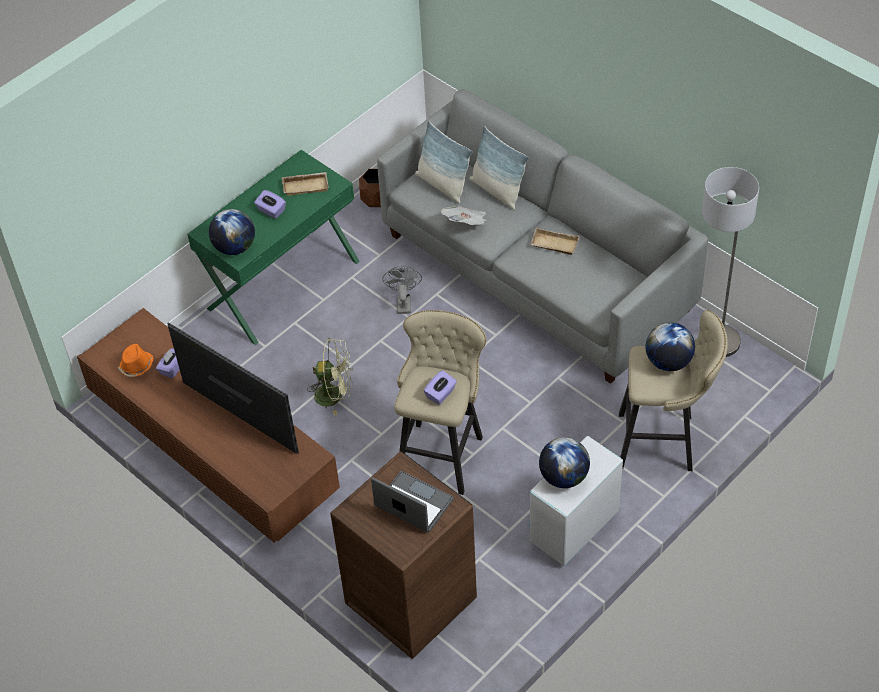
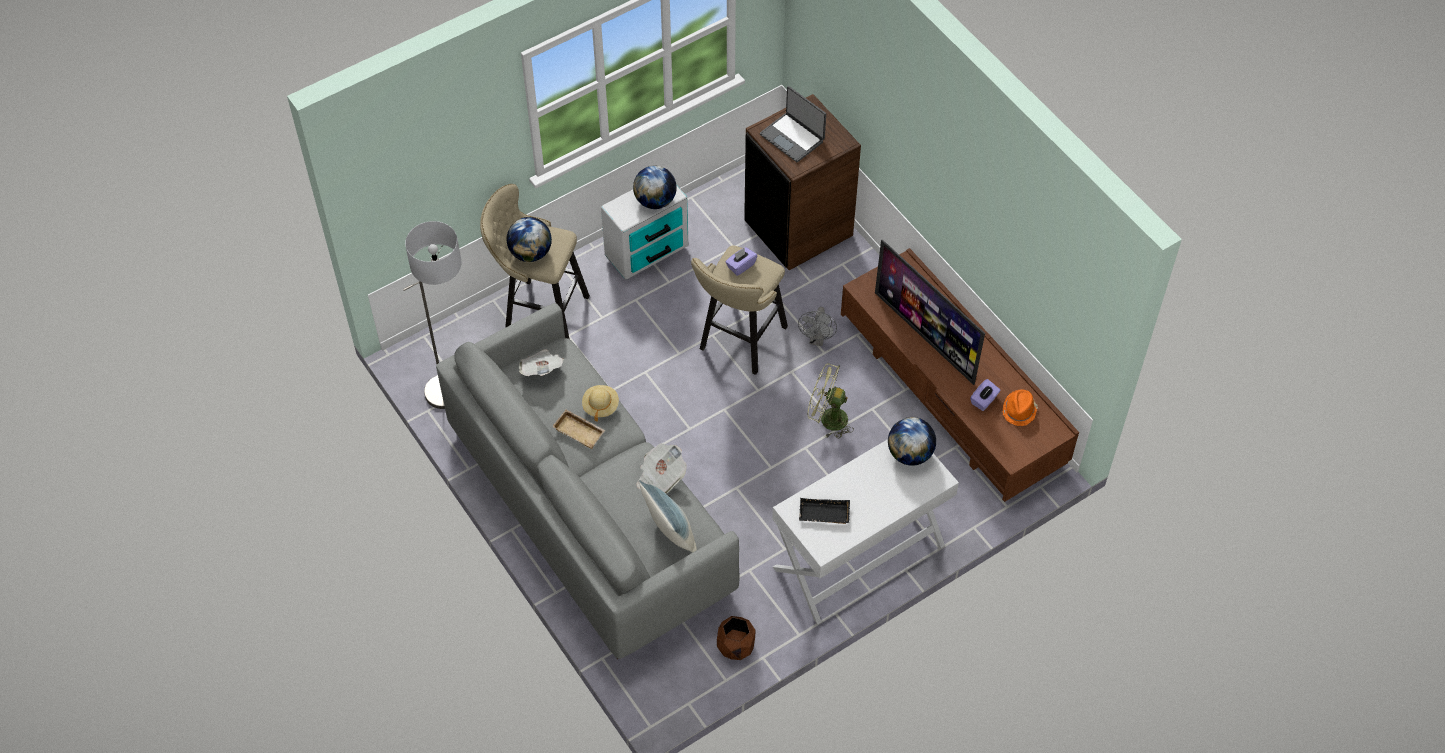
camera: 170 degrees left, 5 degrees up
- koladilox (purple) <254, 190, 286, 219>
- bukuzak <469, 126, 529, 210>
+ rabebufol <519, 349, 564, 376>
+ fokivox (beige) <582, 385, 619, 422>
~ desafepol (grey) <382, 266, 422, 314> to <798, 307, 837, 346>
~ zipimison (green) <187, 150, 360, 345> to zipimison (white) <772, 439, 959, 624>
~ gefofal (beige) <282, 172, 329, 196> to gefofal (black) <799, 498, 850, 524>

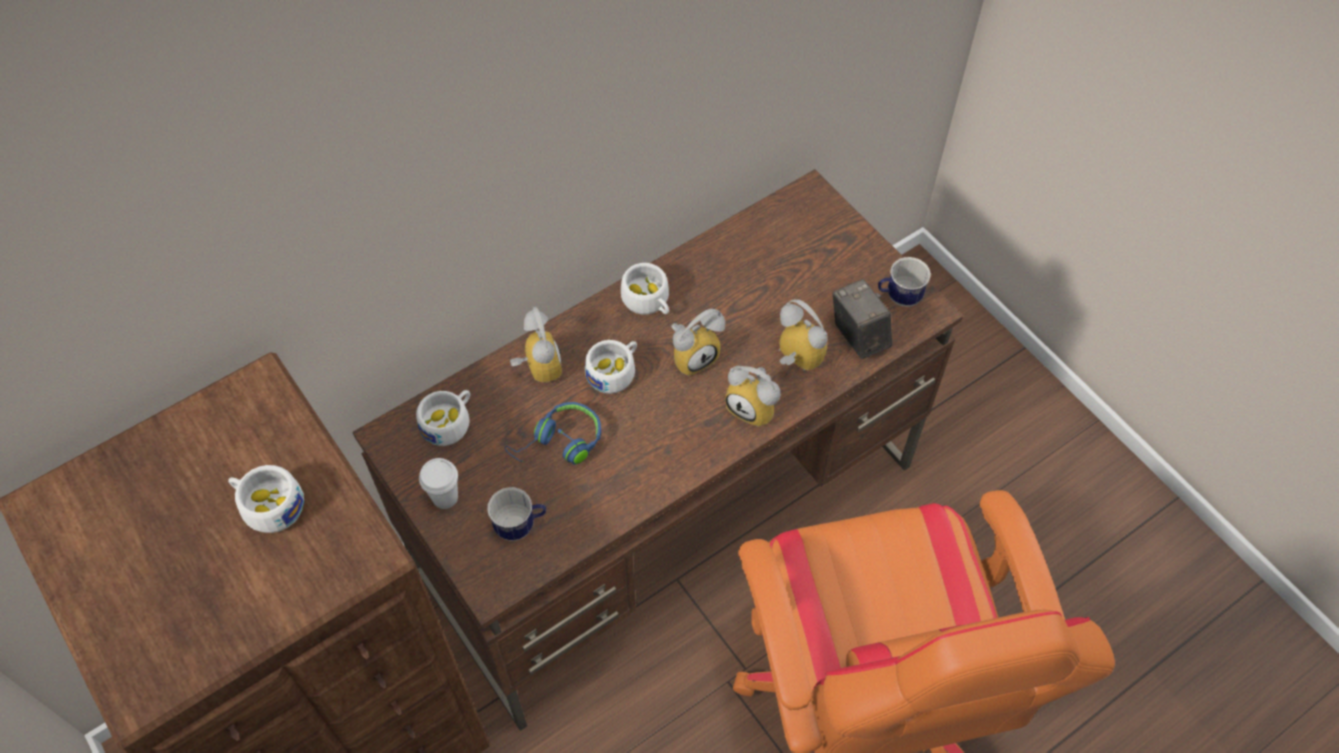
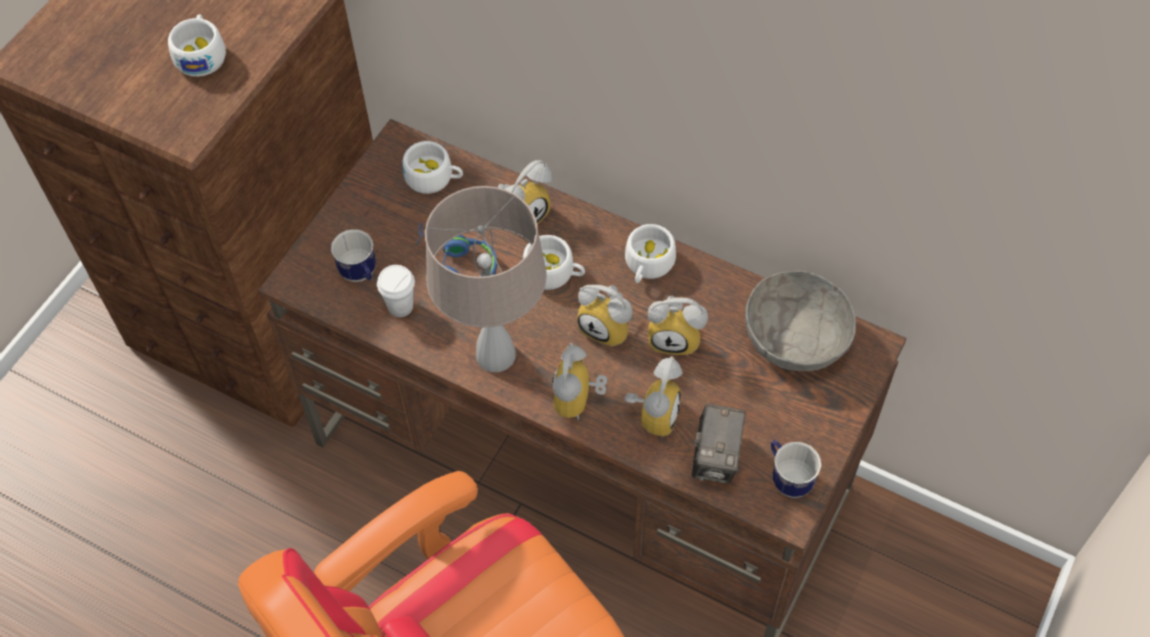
camera: 65 degrees right, 0 degrees up
+ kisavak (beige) <425, 186, 547, 372>
+ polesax <648, 296, 708, 355>
+ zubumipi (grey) <745, 271, 856, 371>
~ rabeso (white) <419, 458, 458, 509> to <377, 265, 415, 317>
~ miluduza <833, 279, 892, 359> = <692, 404, 746, 483> 150 degrees clockwise

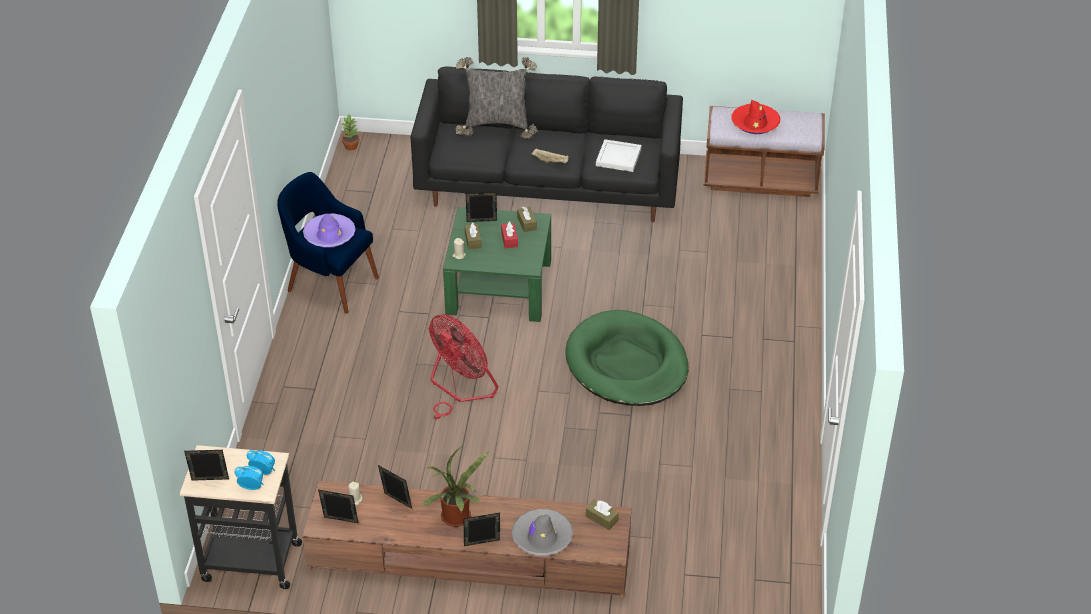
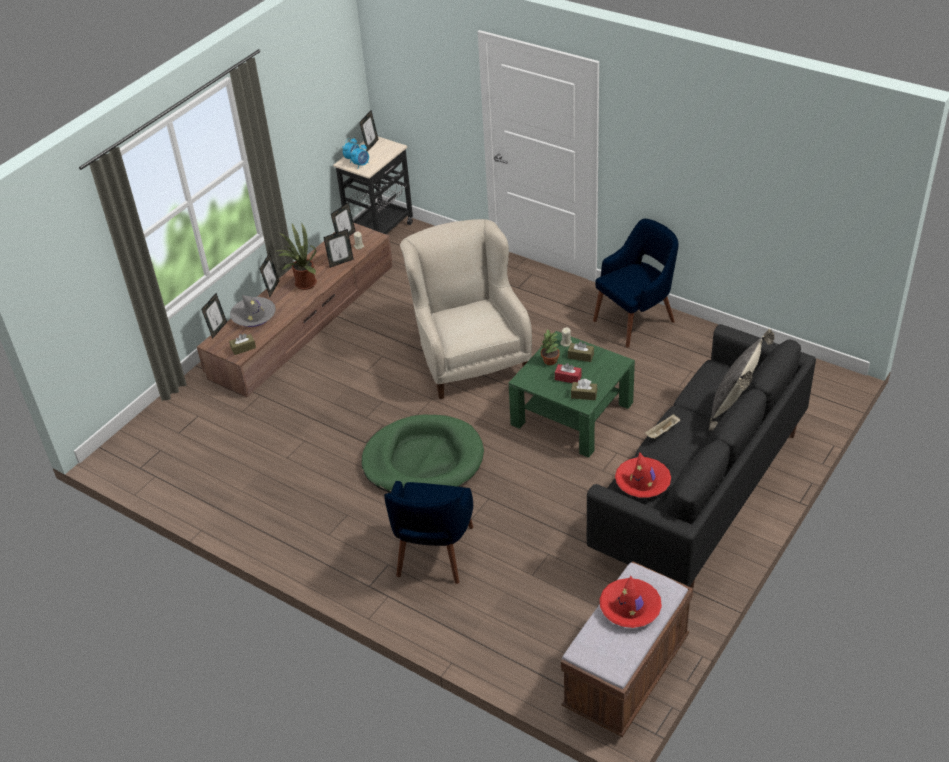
camera: 120 degrees right, 0 degrees up
- fokivox (purple) <303, 214, 355, 248>
+ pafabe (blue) <384, 481, 473, 584>
~ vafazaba <342, 114, 359, 150> to <540, 329, 560, 365>
~ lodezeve <466, 192, 497, 222> to <201, 293, 227, 339>
~ desafepol (red) <428, 314, 498, 420> to pafabe (beige) <400, 219, 532, 399>
~ gefofal (white) <596, 139, 641, 172> to fokivox (red) <615, 452, 671, 498>

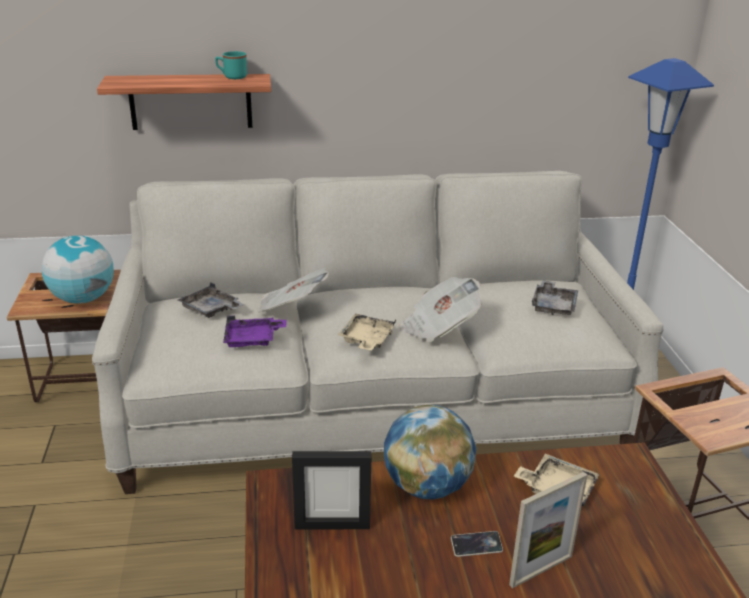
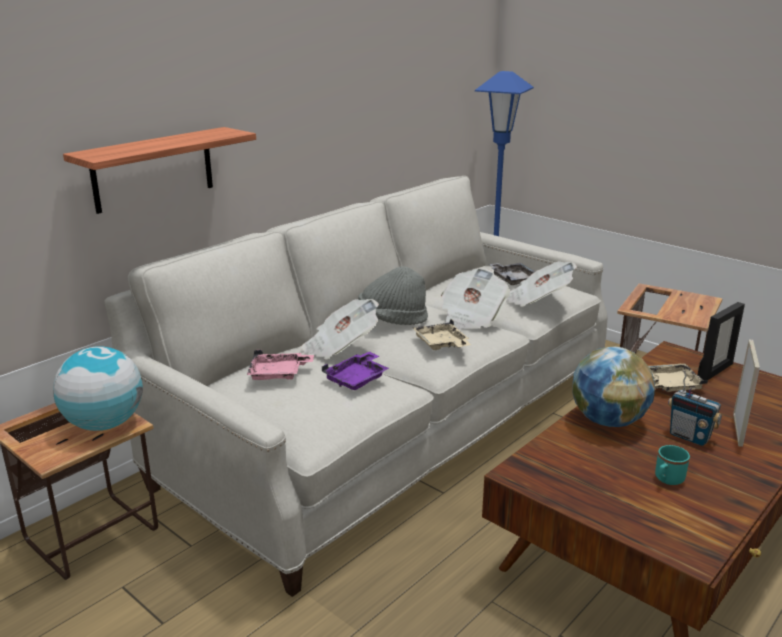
camera: 40 degrees left, 5 degrees down
+ fokivox (grey) <358, 266, 428, 325>
+ rabebufol <506, 261, 577, 307>
~ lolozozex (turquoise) <215, 51, 247, 79> to <655, 445, 690, 485>
~ lodezeve <292, 451, 371, 530> to <698, 302, 745, 380>
~ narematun <451, 531, 503, 557> to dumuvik <668, 370, 722, 446>
~ gefofal (grey) <178, 282, 244, 318> to gefofal (pink) <247, 350, 314, 380>

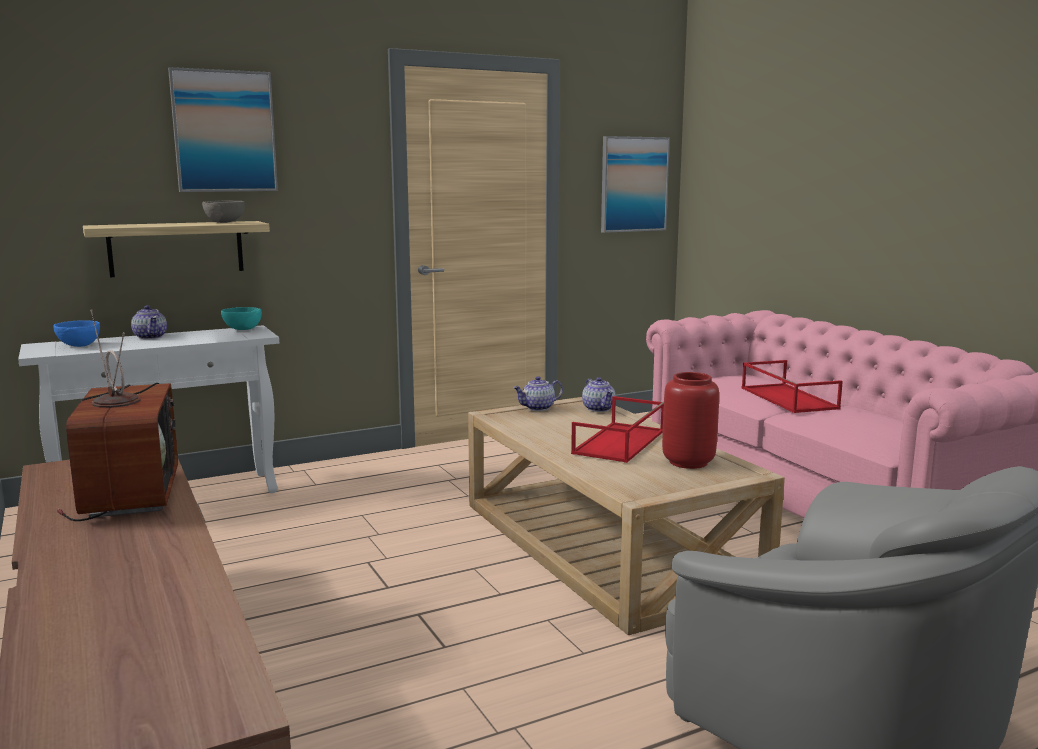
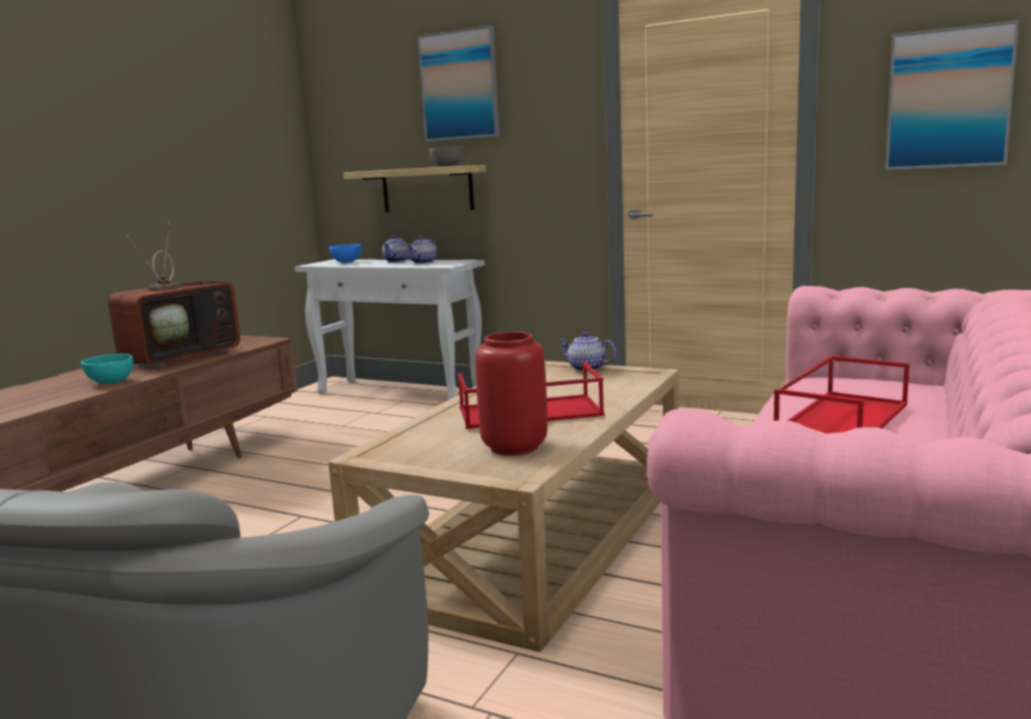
camera: 55 degrees right, 0 degrees up
~ zubumipi (turquoise) <221, 307, 262, 330> to <81, 354, 133, 384>
~ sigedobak <582, 377, 616, 412> to <406, 236, 437, 264>

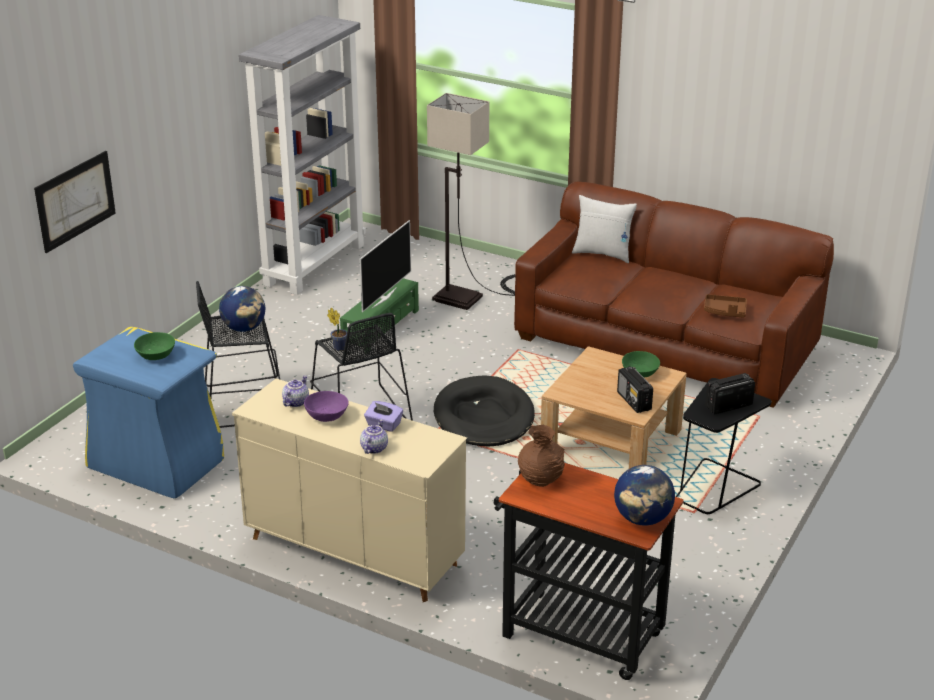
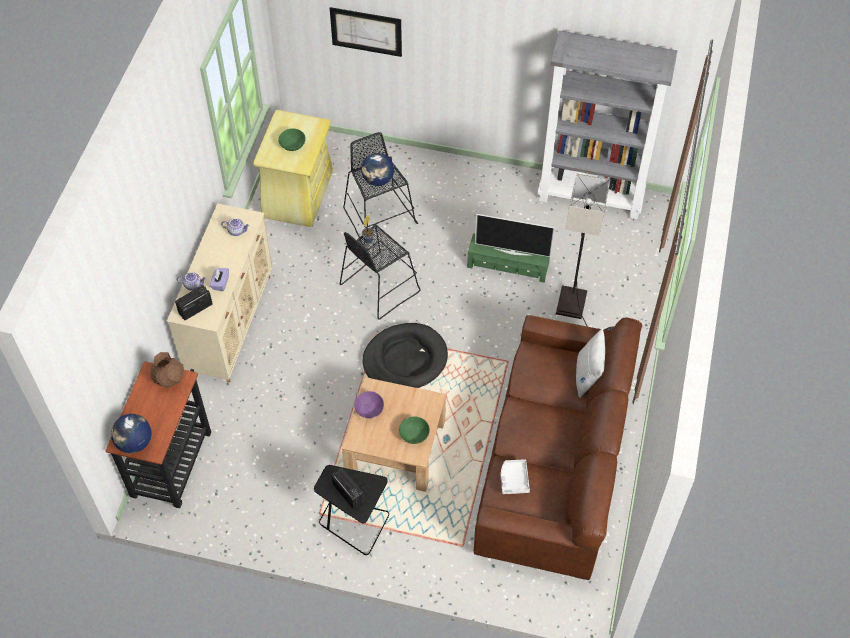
camera: 75 degrees right, 25 degrees up
~ zubumipi (purple) <304, 391, 349, 422> to <354, 391, 384, 418>
~ dumuvik <617, 366, 653, 413> to <175, 285, 213, 320>
~ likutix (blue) <73, 327, 224, 498> to likutix (yellow) <253, 110, 333, 227>
~ gefofal (brown) <704, 294, 747, 318> to gefofal (grey) <501, 459, 530, 494>

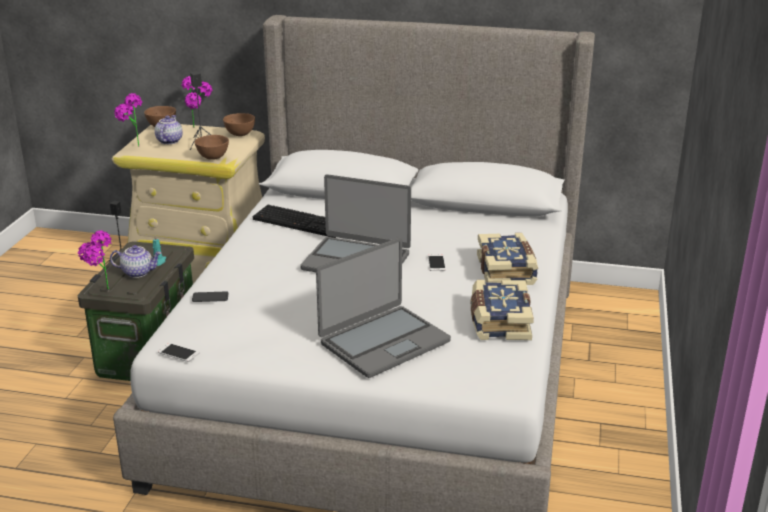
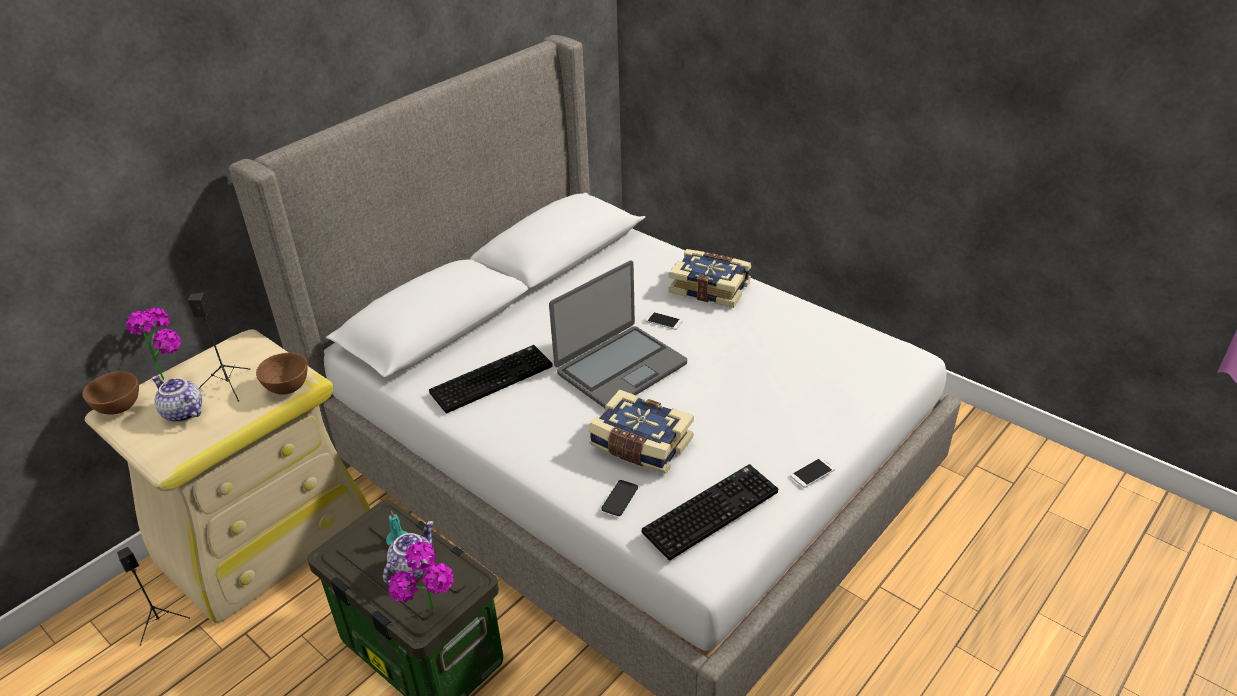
camera: 60 degrees left, 10 degrees up
- vafazaba <114, 93, 142, 147>
- zubumipi (brown) <223, 113, 255, 136>
- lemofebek <316, 238, 451, 378>
+ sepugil <642, 464, 778, 561>
~ narematun <158, 343, 199, 362> to <790, 457, 835, 488>
~ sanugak <471, 280, 534, 340> to <588, 389, 694, 474>

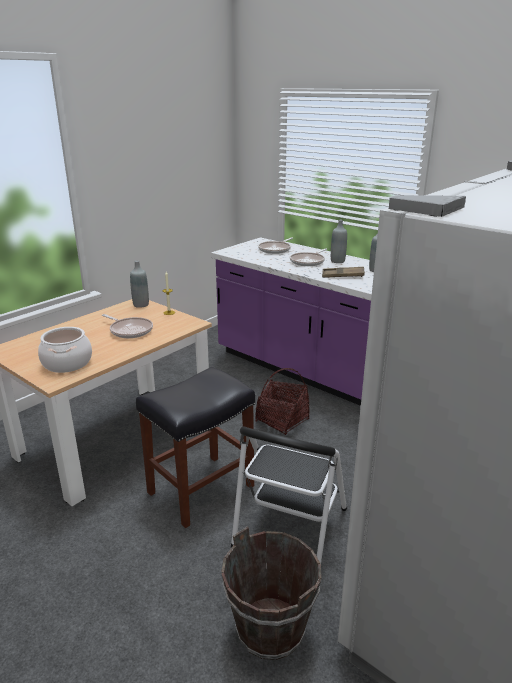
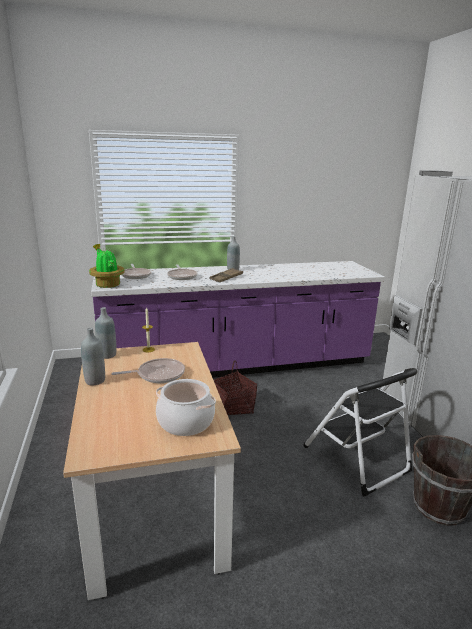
camera: 55 degrees left, 5 degrees down
- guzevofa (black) <136, 367, 255, 528>
+ vafazaba <89, 244, 125, 288>
~ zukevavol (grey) <331, 220, 347, 263> to <81, 328, 105, 385>

